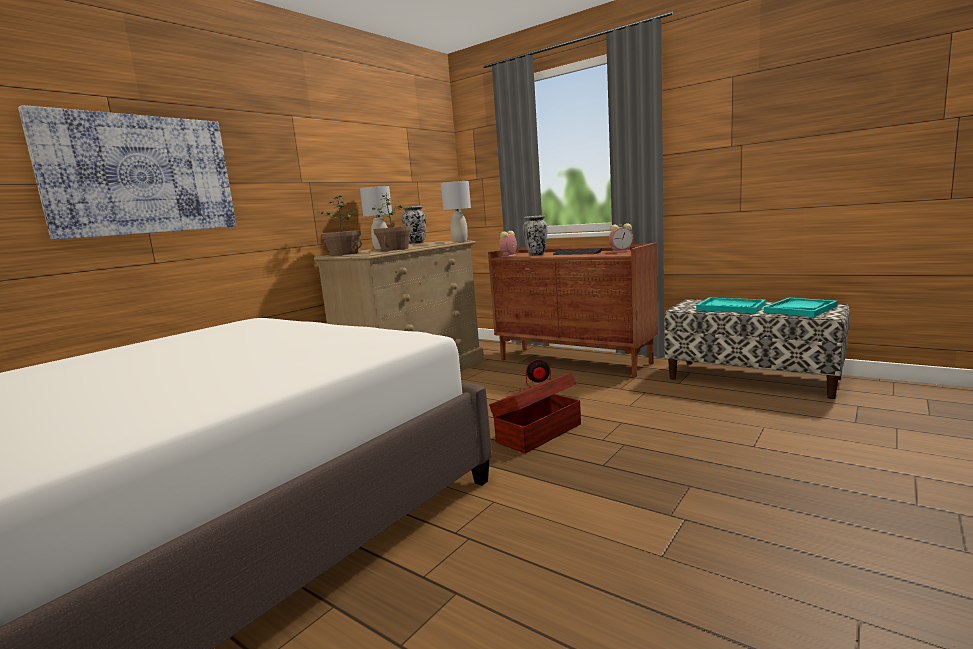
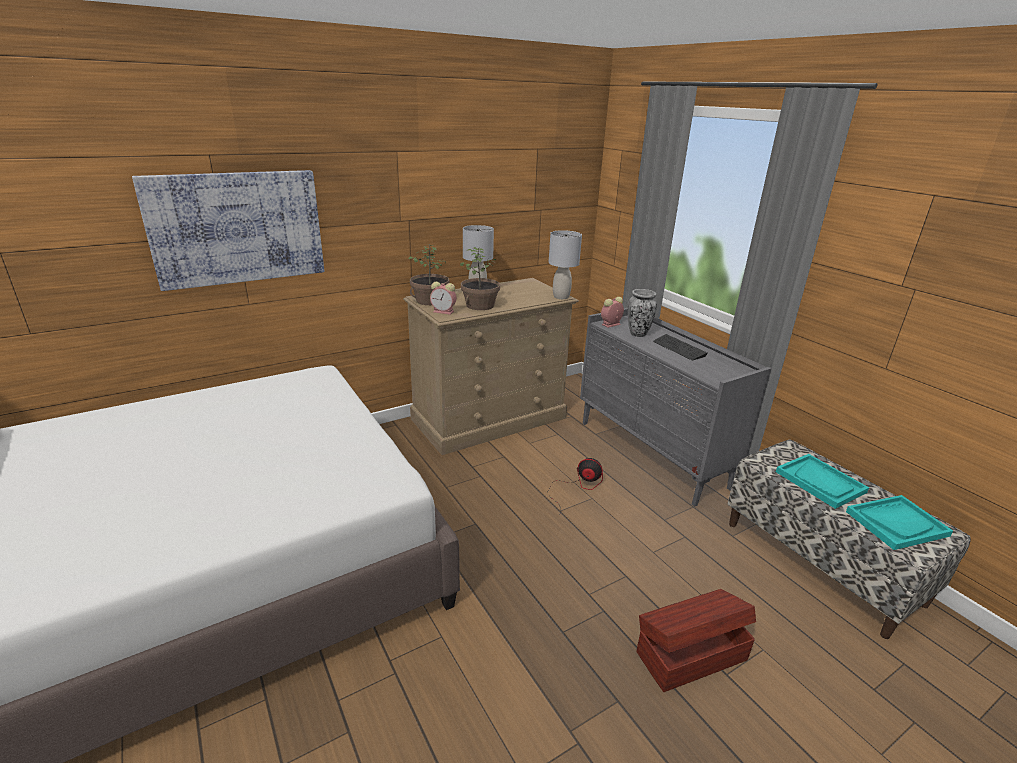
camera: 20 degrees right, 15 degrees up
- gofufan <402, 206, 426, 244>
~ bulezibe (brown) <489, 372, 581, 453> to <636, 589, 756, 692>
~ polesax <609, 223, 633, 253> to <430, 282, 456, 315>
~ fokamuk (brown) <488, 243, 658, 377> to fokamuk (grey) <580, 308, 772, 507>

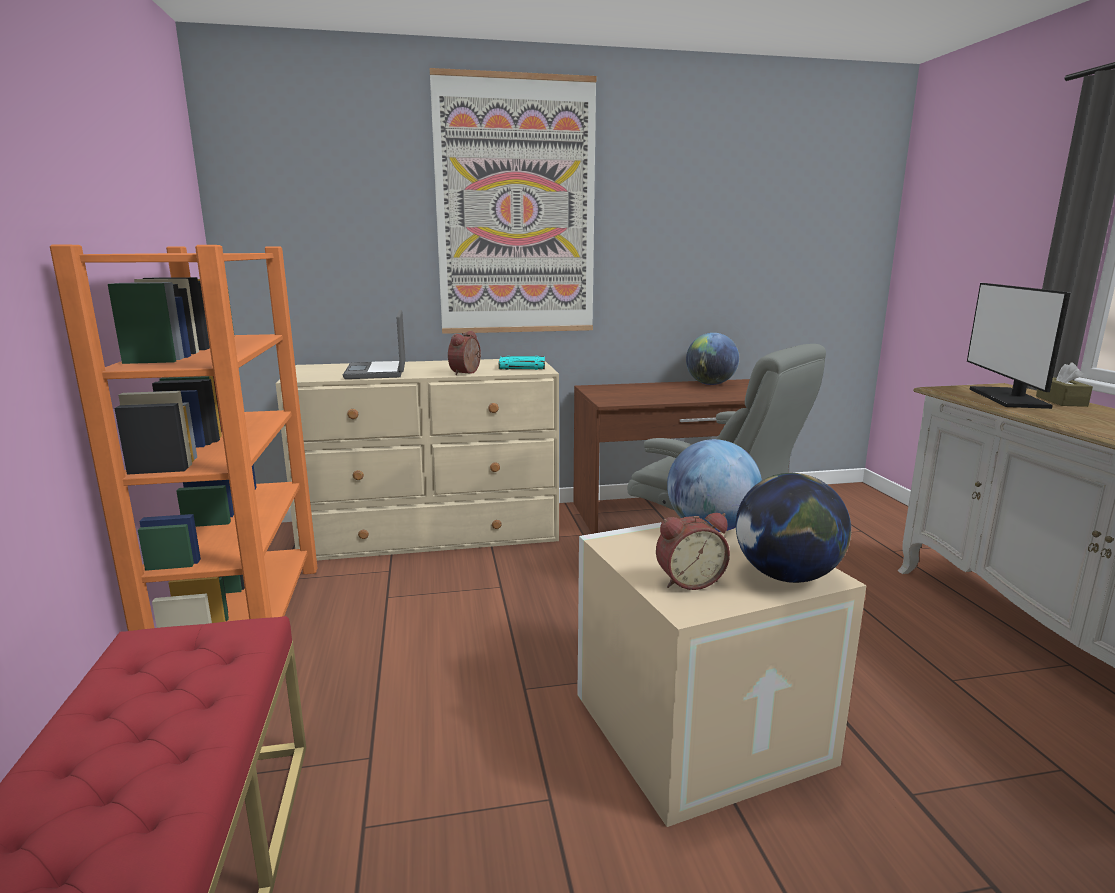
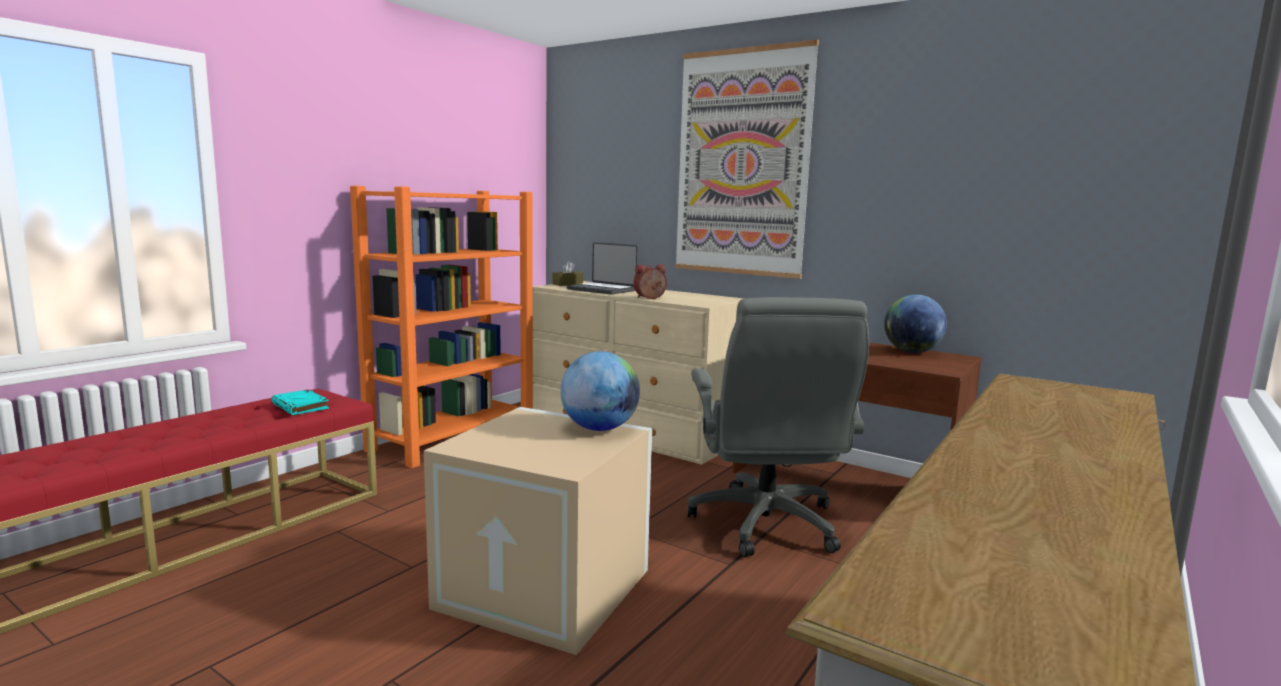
camera: 45 degrees right, 5 degrees down
- polesax <656, 513, 730, 590>
- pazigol <736, 473, 851, 583>
- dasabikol <967, 283, 1071, 409>
~ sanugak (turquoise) <499, 356, 545, 370> to <271, 389, 329, 415>
~ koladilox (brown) <1036, 362, 1093, 407> to <553, 261, 583, 286>
~ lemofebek <343, 310, 405, 379> = <567, 242, 638, 295> 90 degrees counterclockwise

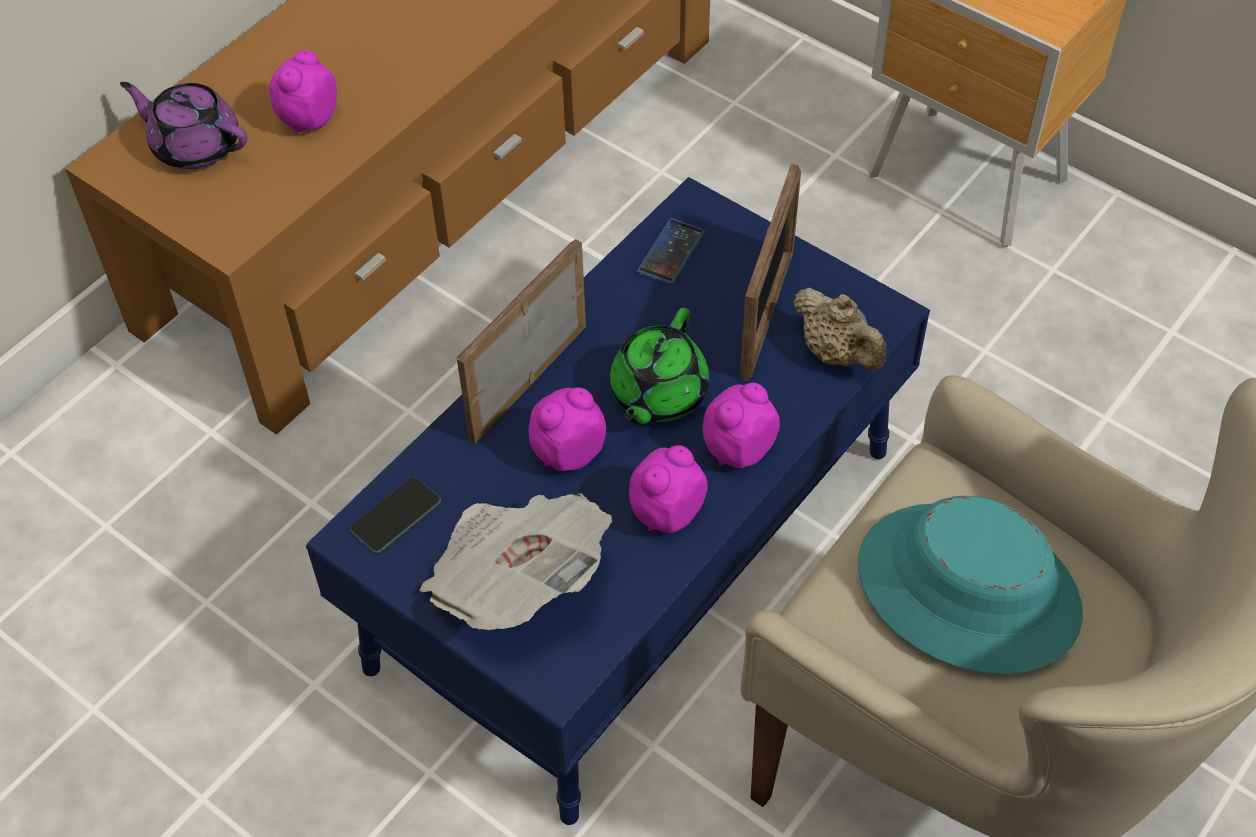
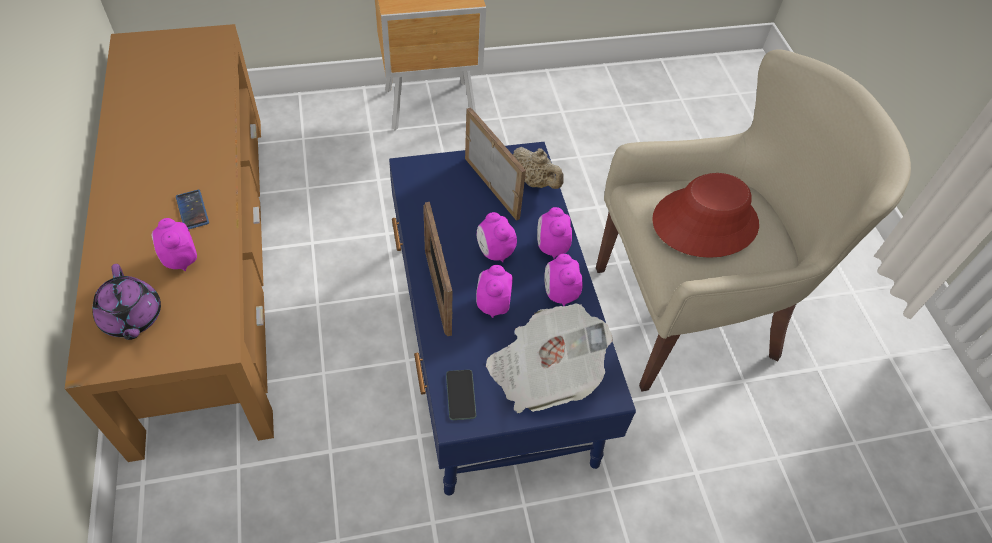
camera: 55 degrees left, 0 degrees up
~ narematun <637, 218, 705, 285> to <176, 190, 209, 230>
~ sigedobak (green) <609, 308, 709, 424> to polesax <477, 212, 517, 262>
~ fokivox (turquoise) <858, 496, 1083, 674> to fokivox (red) <652, 173, 759, 258>
~ sigedobak (purple) <120, 82, 247, 169> = <92, 264, 161, 340> 90 degrees counterclockwise
~ sigedobak (beige) <793, 287, 887, 370> = <513, 147, 564, 189> 45 degrees clockwise

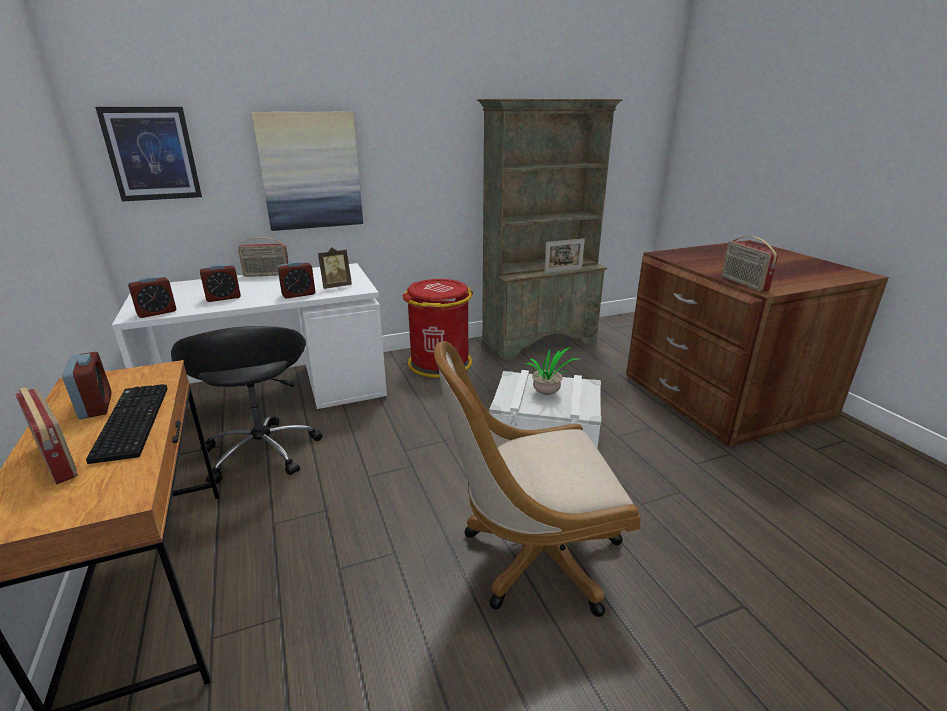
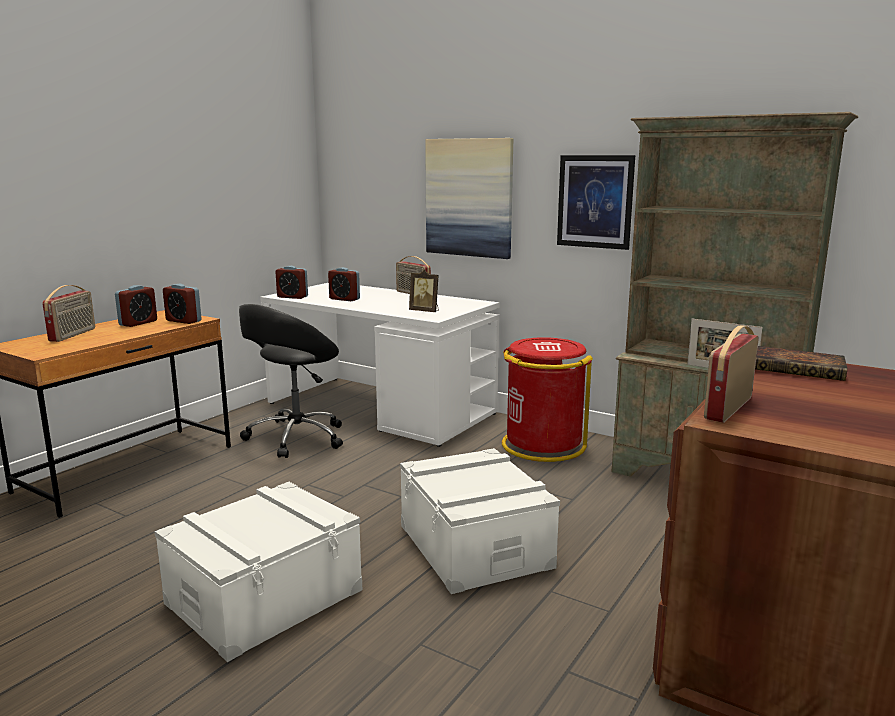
camera: 55 degrees right, 10 degrees down
- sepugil <86, 384, 168, 464>
- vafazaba <525, 347, 579, 395>
+ sanugak <755, 346, 847, 381>
~ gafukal <95, 107, 202, 202> to <557, 155, 635, 250>
~ polesax <277, 261, 315, 299> to <163, 284, 202, 324>
~ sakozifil <434, 341, 640, 617> to bulezibe (white) <155, 482, 362, 662>

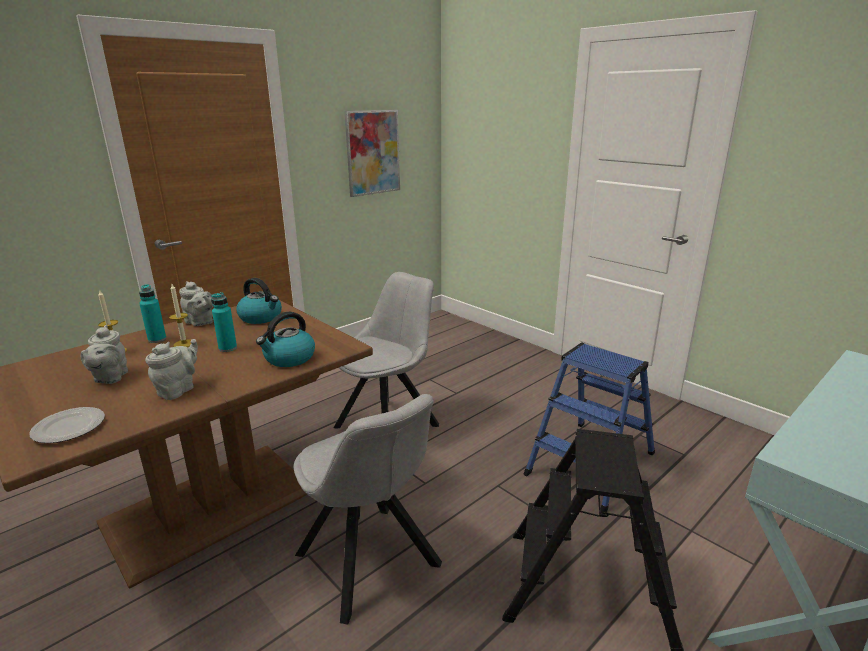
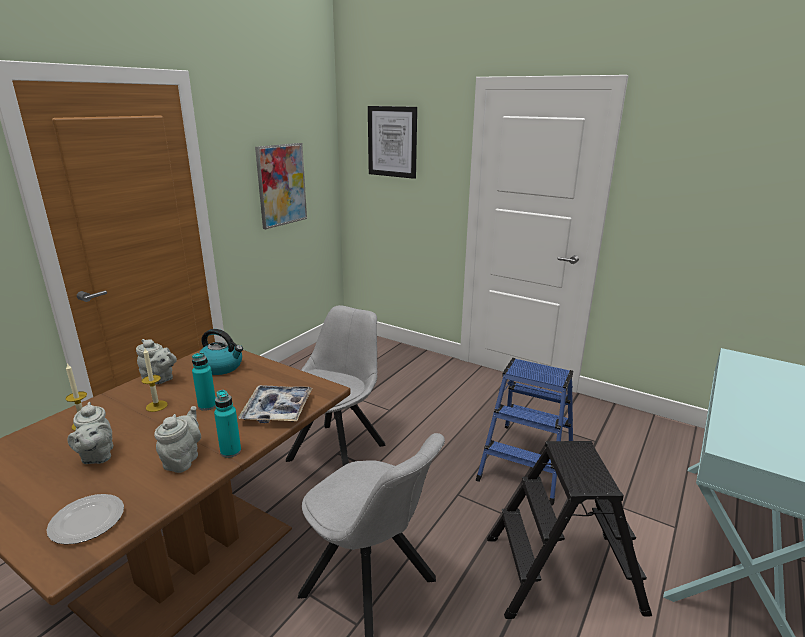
camera: 15 degrees left, 0 degrees up
+ gafukal <368, 106, 417, 179>
~ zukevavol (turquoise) <139, 284, 166, 343> to <214, 390, 241, 458>
~ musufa <256, 312, 315, 367> to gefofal <238, 385, 312, 423>

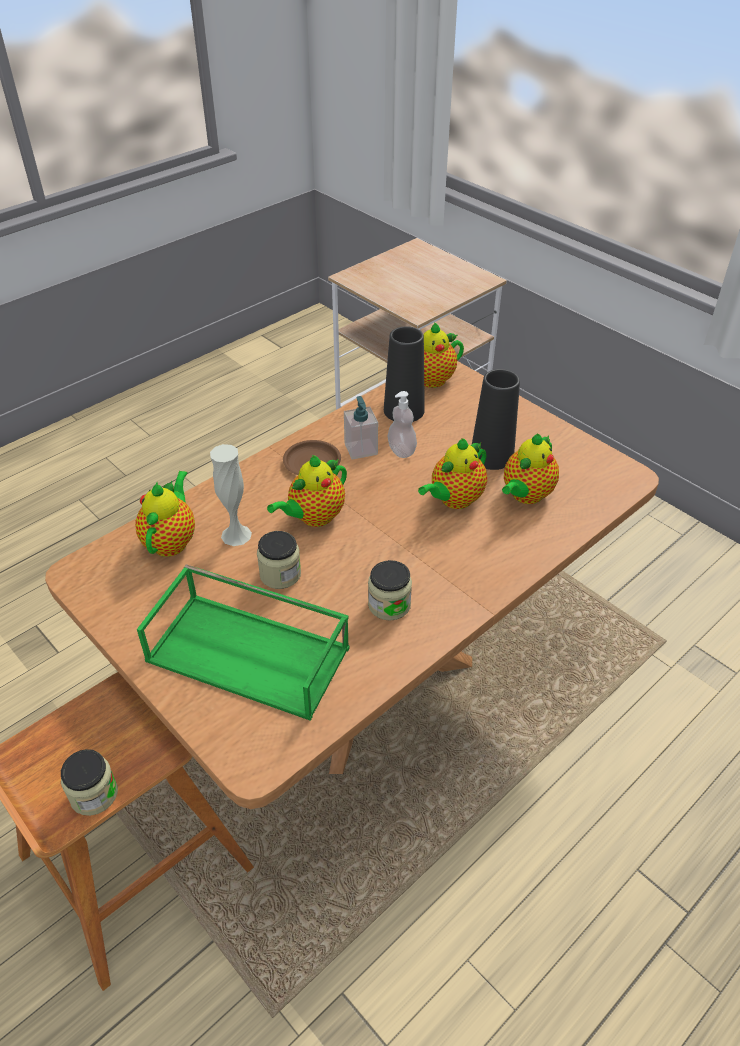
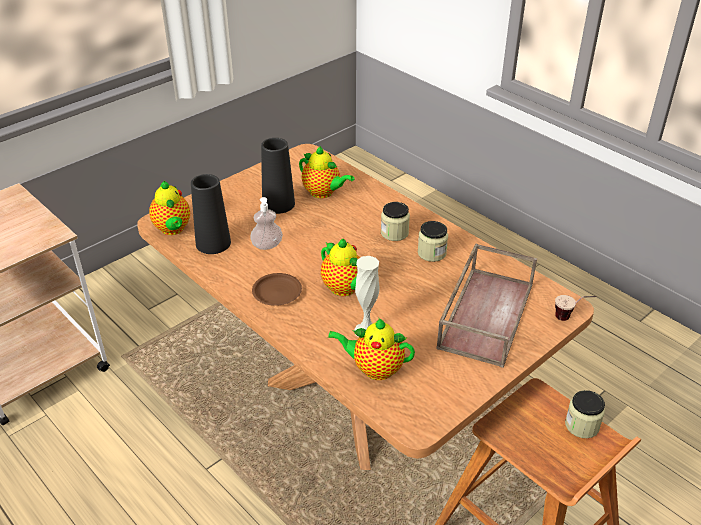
camera: 90 degrees left, 5 degrees down
- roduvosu <344, 396, 378, 460>
- sigedobak <418, 438, 487, 509>
+ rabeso <555, 295, 596, 321>
~ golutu <257, 531, 301, 589> to <381, 202, 410, 241>
~ gefofal (green) <137, 564, 350, 721> to gefofal (brown) <436, 243, 537, 368>

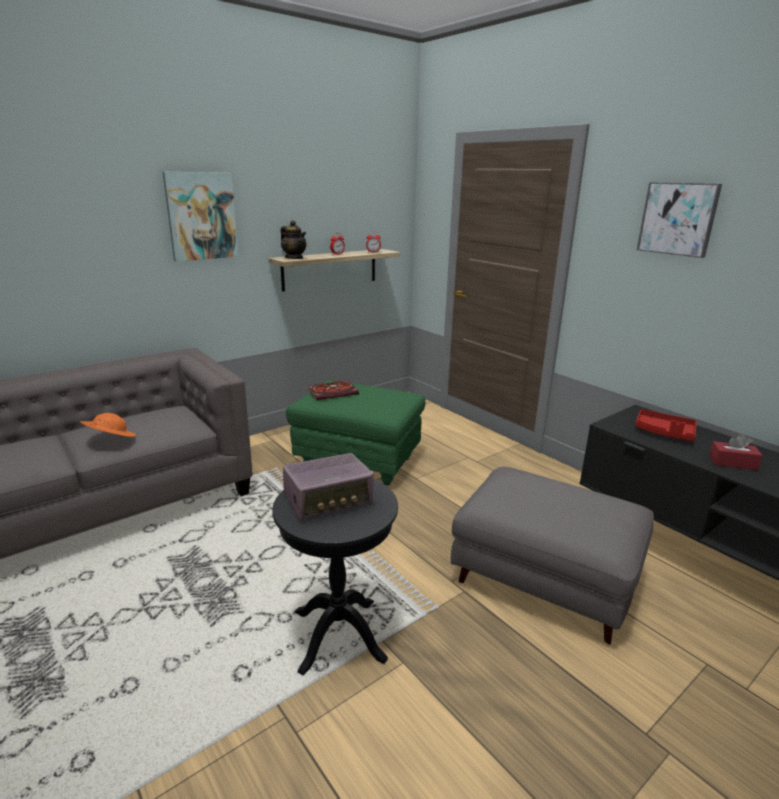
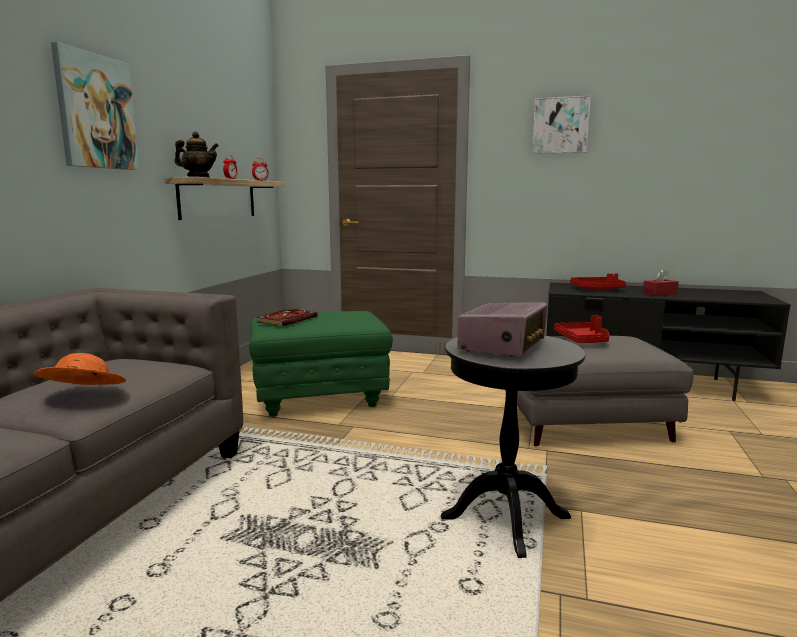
camera: 35 degrees left, 10 degrees down
+ gefofal (red) <554, 315, 609, 343>

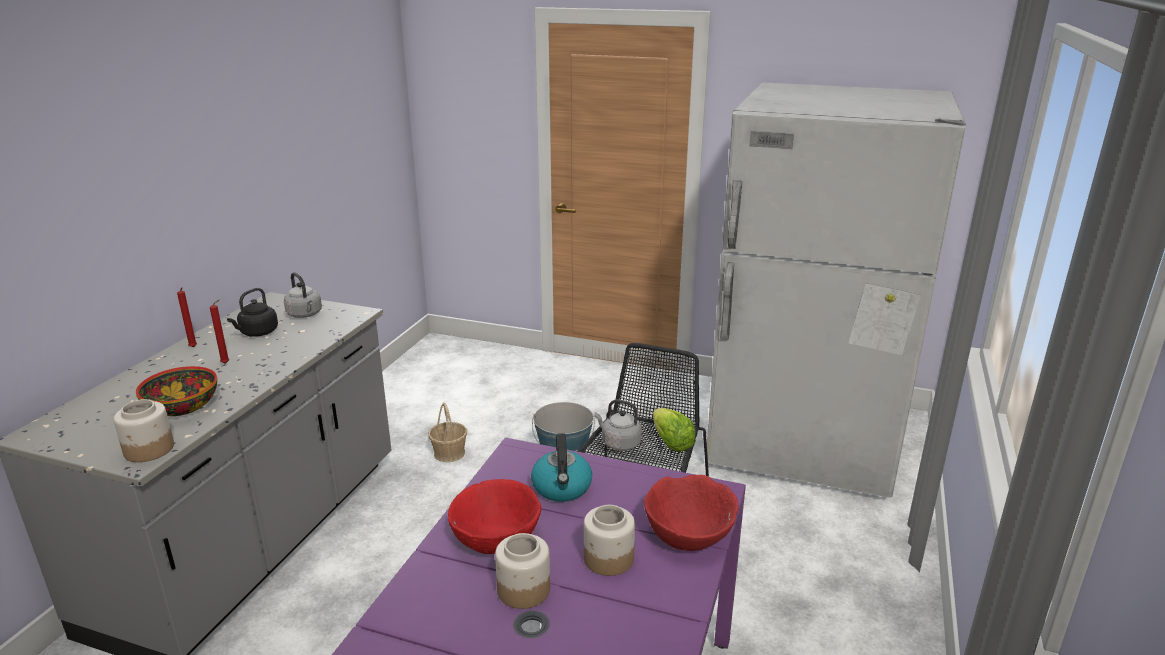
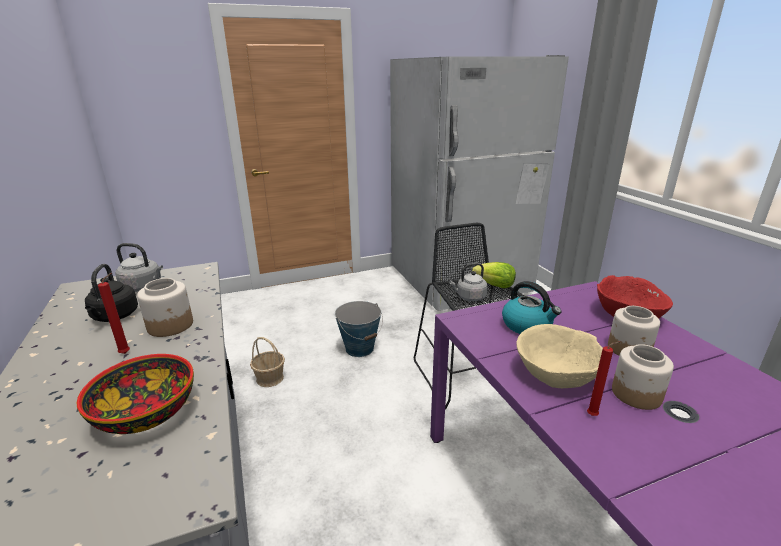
camera: 40 degrees left, 0 degrees up
~ golutu <113, 399, 174, 462> to <137, 278, 193, 337>
~ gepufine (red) <177, 287, 197, 347> to <587, 341, 621, 416>
~ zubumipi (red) <448, 479, 541, 554> to zubumipi (beige) <516, 324, 603, 388>

